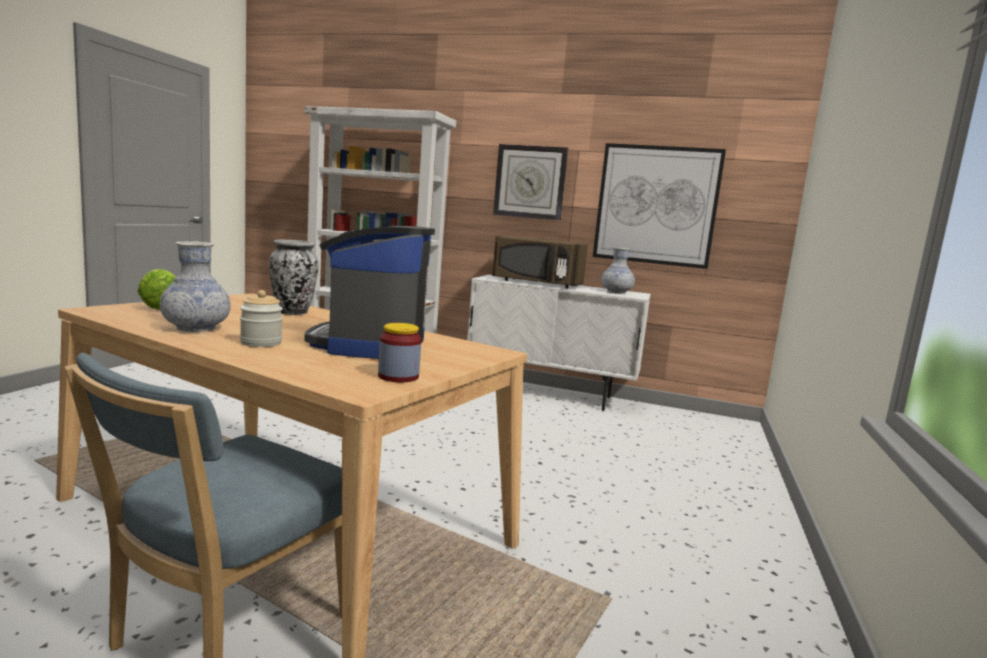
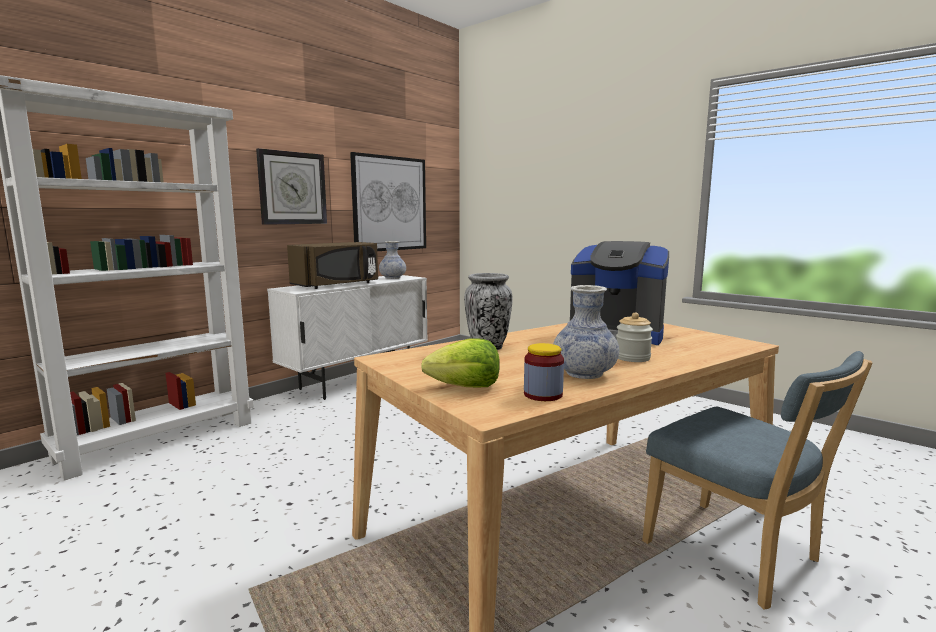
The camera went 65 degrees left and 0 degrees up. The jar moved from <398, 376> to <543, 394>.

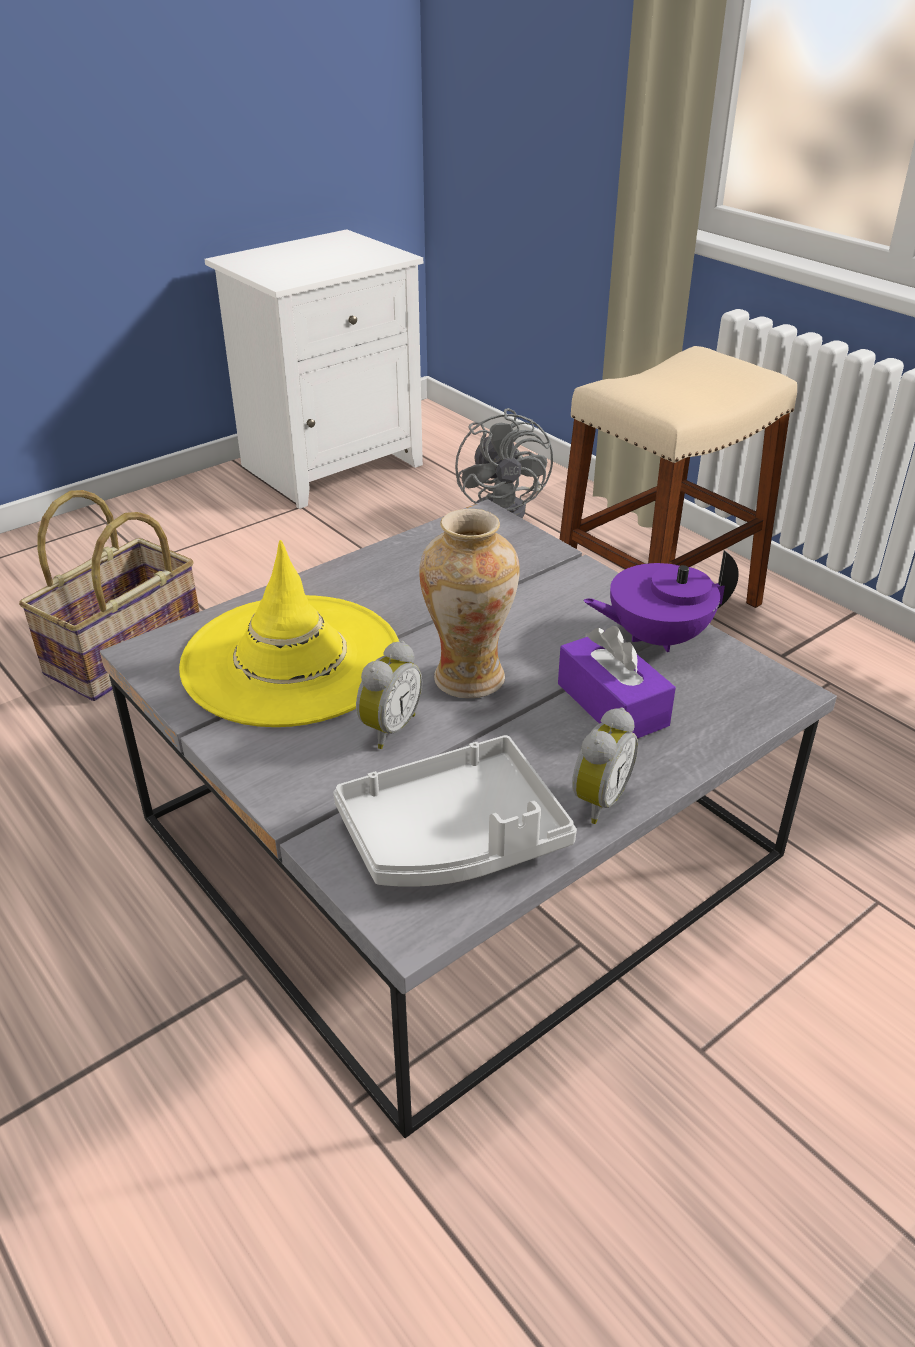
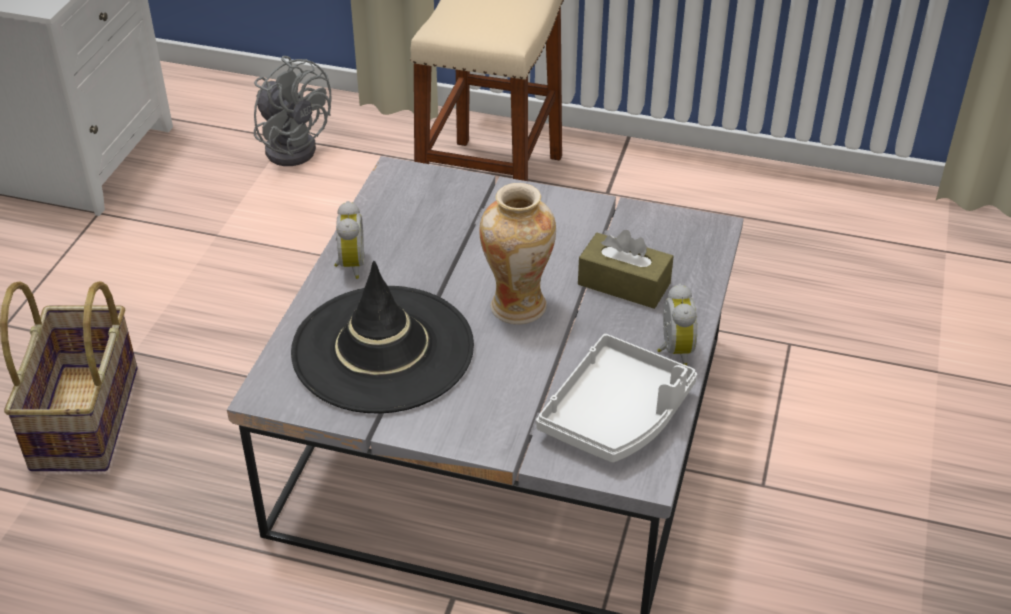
The camera went 35 degrees left and 5 degrees up. The purple teapot at <656, 637> disappeared. The alarm clock moved from <387, 728> to <349, 265>. The yellow hat at <291, 660> became the black hat at <382, 349>. The purple tissue box at <612, 704> became the brown tissue box at <624, 284>.

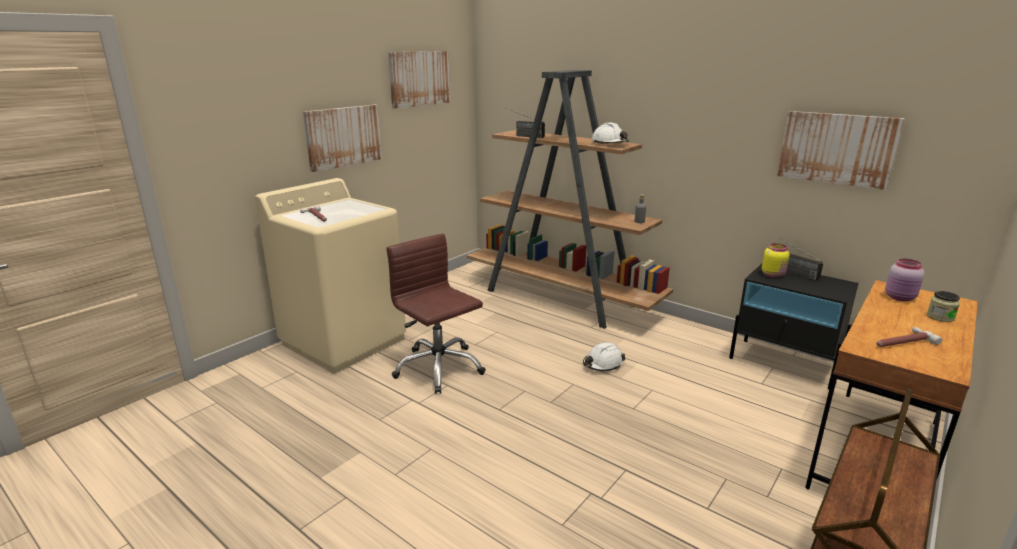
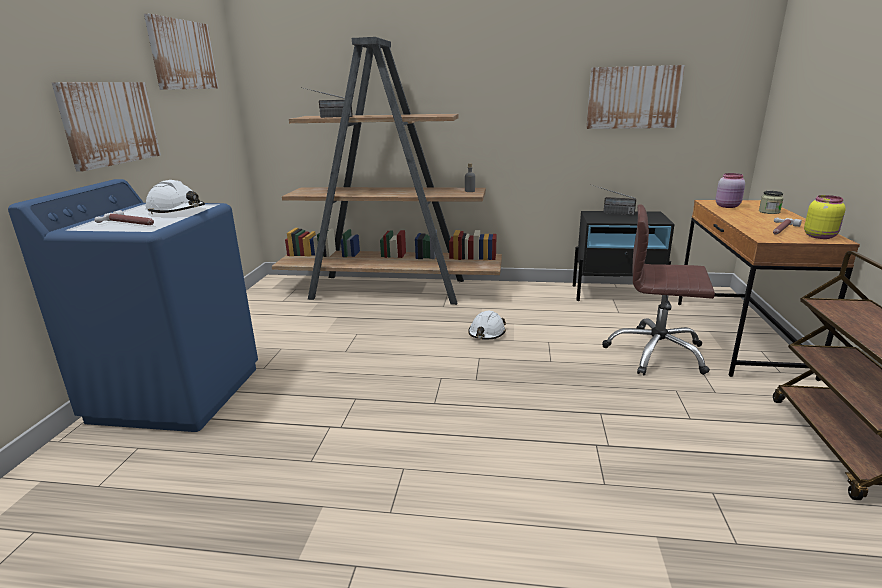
The camera went 30 degrees left and 0 degrees up. The brown office chair moved from <438, 368> to <656, 353>. The white hard hat moved from <609, 144> to <177, 211>. The yellow jar moved from <773, 275> to <820, 236>. The beige washing machine at <344, 341> became the blue washing machine at <177, 393>.

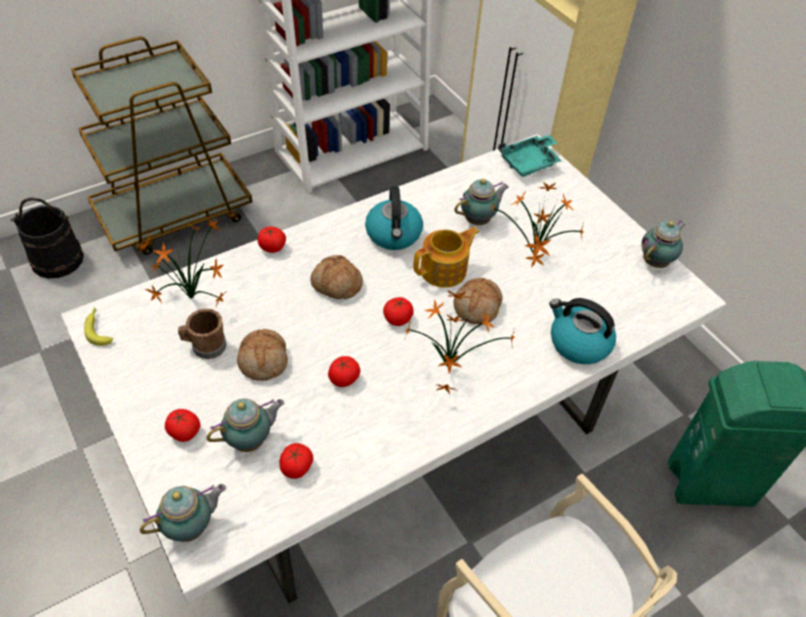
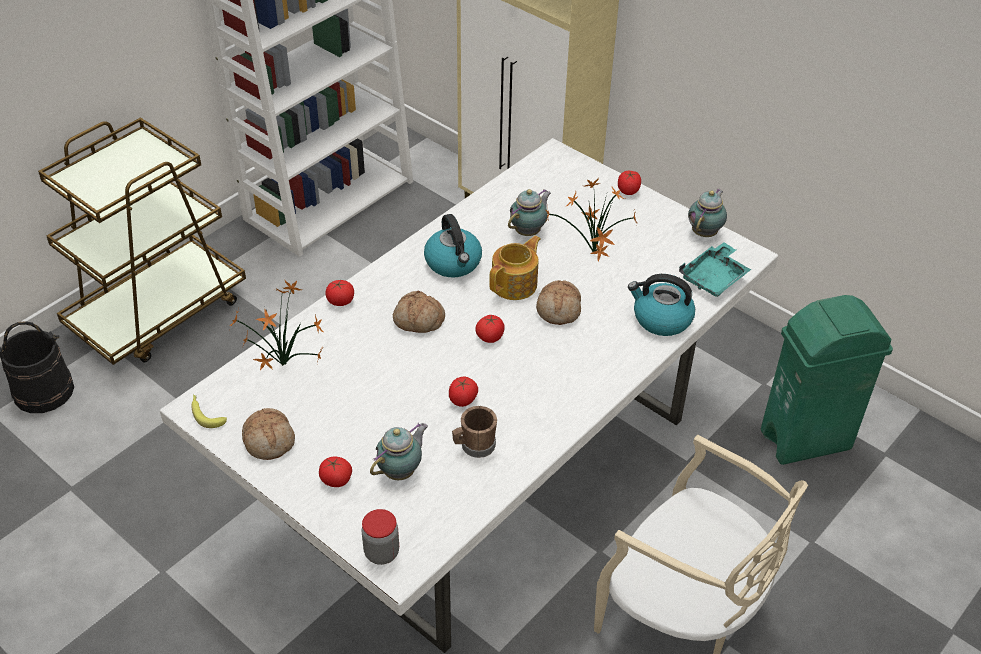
The camera went 15 degrees left and 5 degrees down. The potted plant at <449, 365> disappeared. The brown mug moved from <205, 346> to <474, 446>. The bread moved from <264, 360> to <269, 440>. The tomato moved from <296, 467> to <628, 190>. The turquoise tray moved from <529, 162> to <714, 278>. The teapot at <192, 527> was replaced by the jar at <381, 552>.

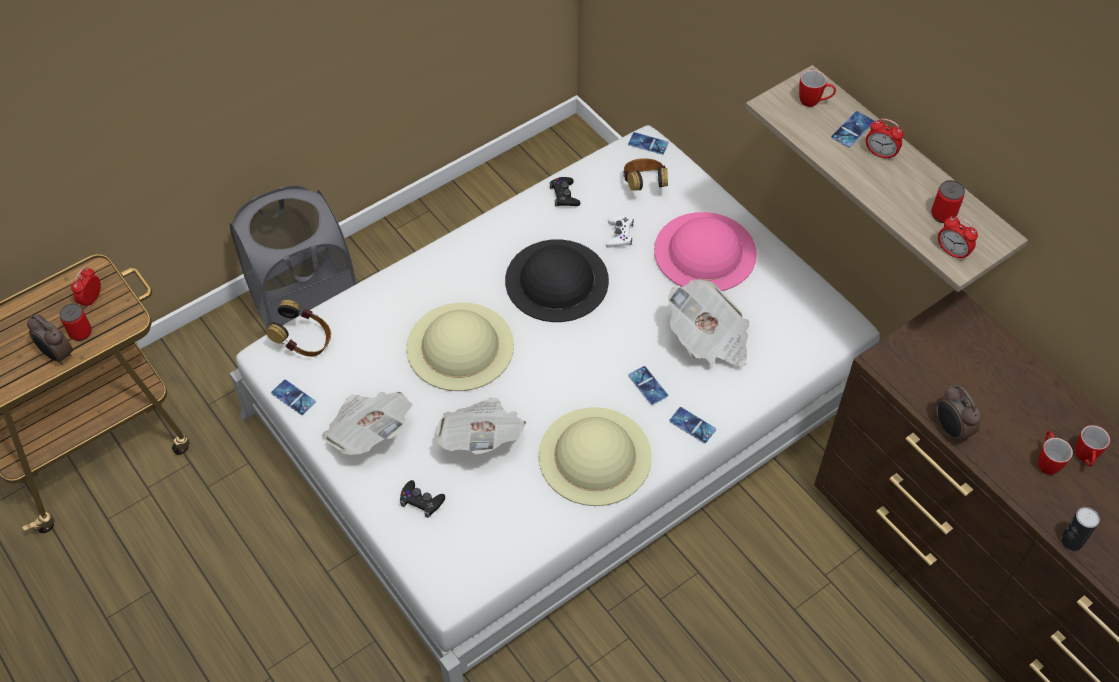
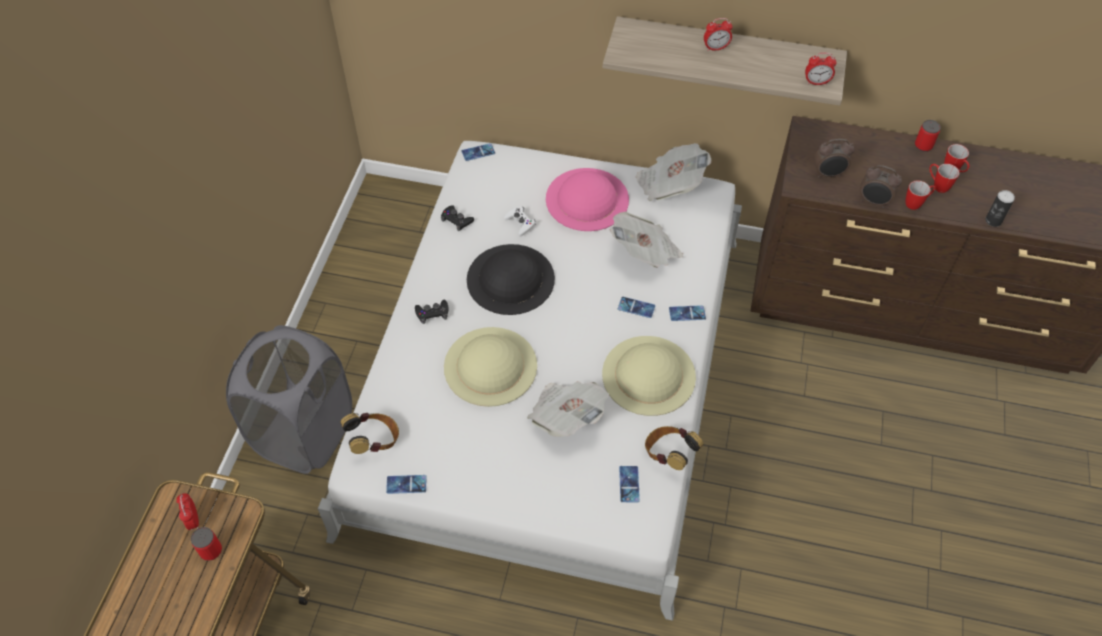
The camera went 40 degrees left and 0 degrees up. The alarm clock moved from <57, 355> to <828, 174>. The newspaper moved from <369, 432> to <670, 184>. The black game controller moved from <421, 501> to <432, 313>. The headphones moved from <644, 185> to <669, 454>. The mug moved from <814, 102> to <916, 203>. The phone moved from <852, 129> to <629, 484>. The can moved from <943, 214> to <923, 146>.

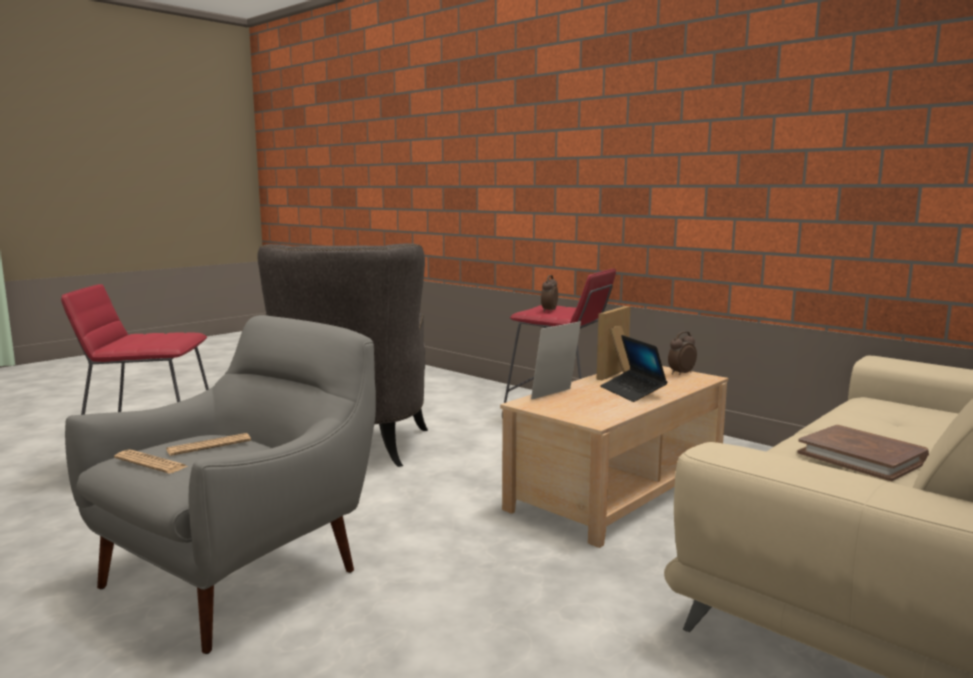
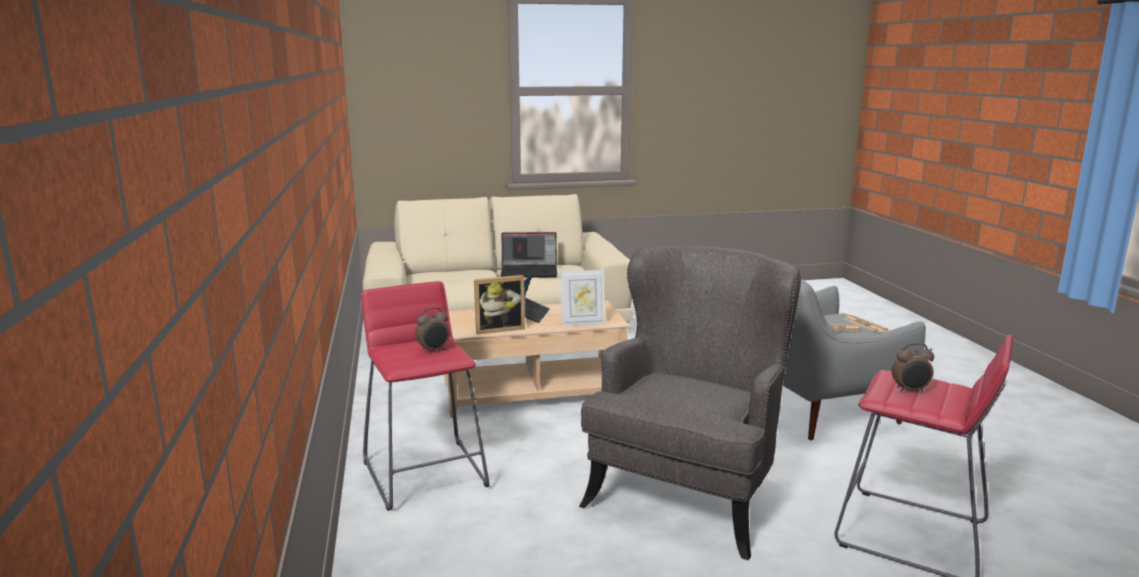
The camera went 145 degrees left and 5 degrees up. The alarm clock moved from <680, 373> to <910, 391>. The brown book at <862, 457> was replaced by the laptop at <530, 272>.

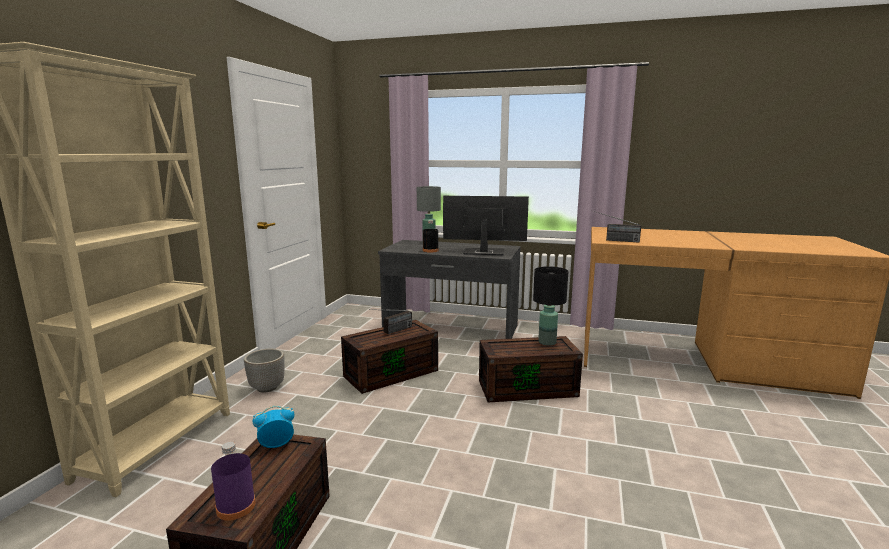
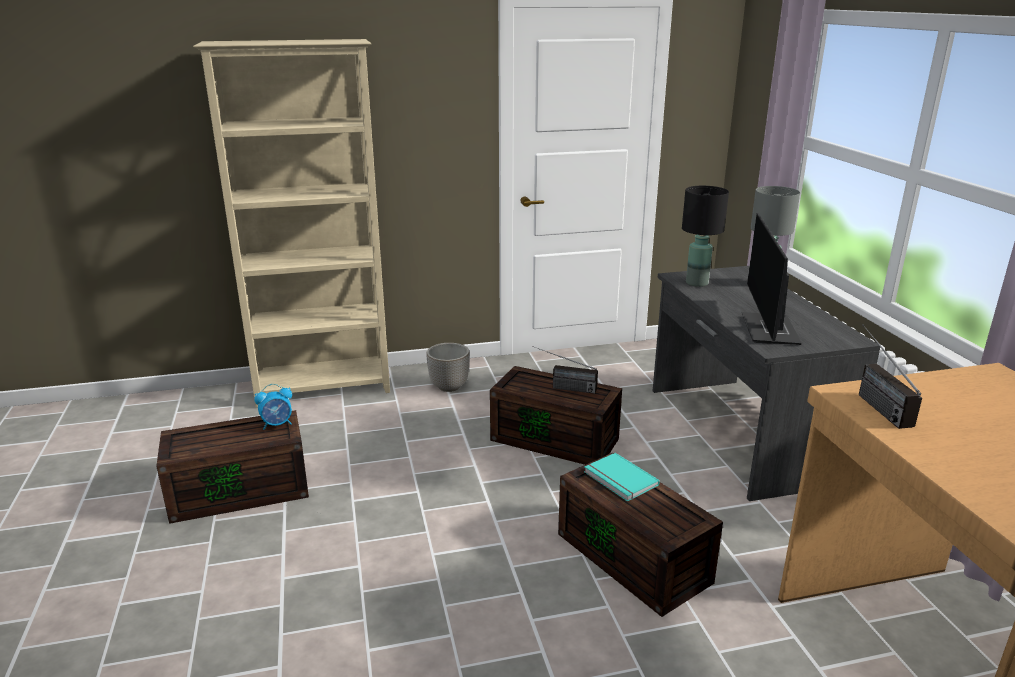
The camera went 60 degrees right and 10 degrees up. The purple bottle at <236, 507> disappeared. The black bottle at <430, 250> disappeared. The turquoise book at <619, 479> appeared. The black table lamp moved from <547, 342> to <697, 283>. The alarm clock at <276, 445> turned 120 degrees clockwise. The monitor at <483, 252> turned 150 degrees counterclockwise.

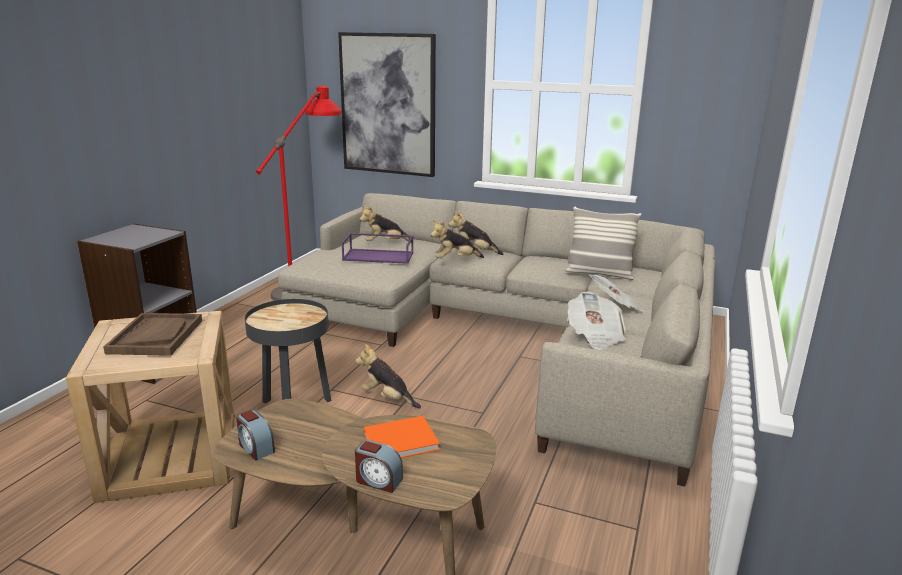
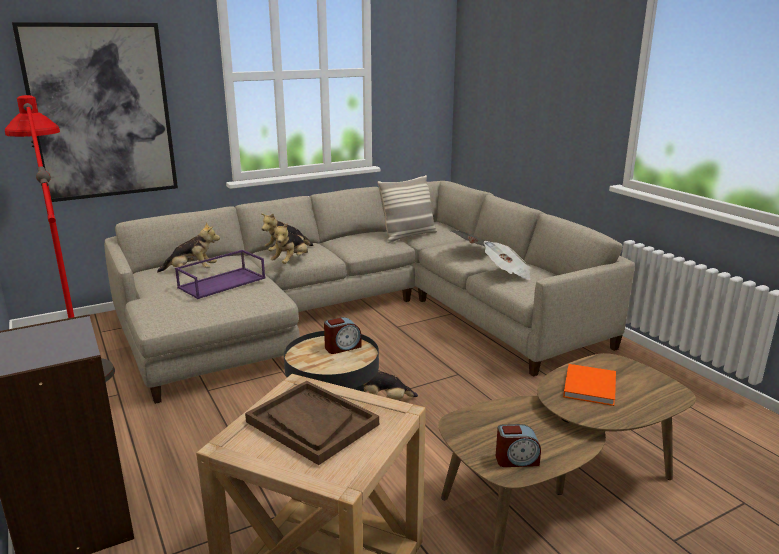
The camera went 50 degrees left and 0 degrees up. The alarm clock moved from <378, 480> to <342, 347>. The plush toy at <385, 243> turned 120 degrees counterclockwise.

